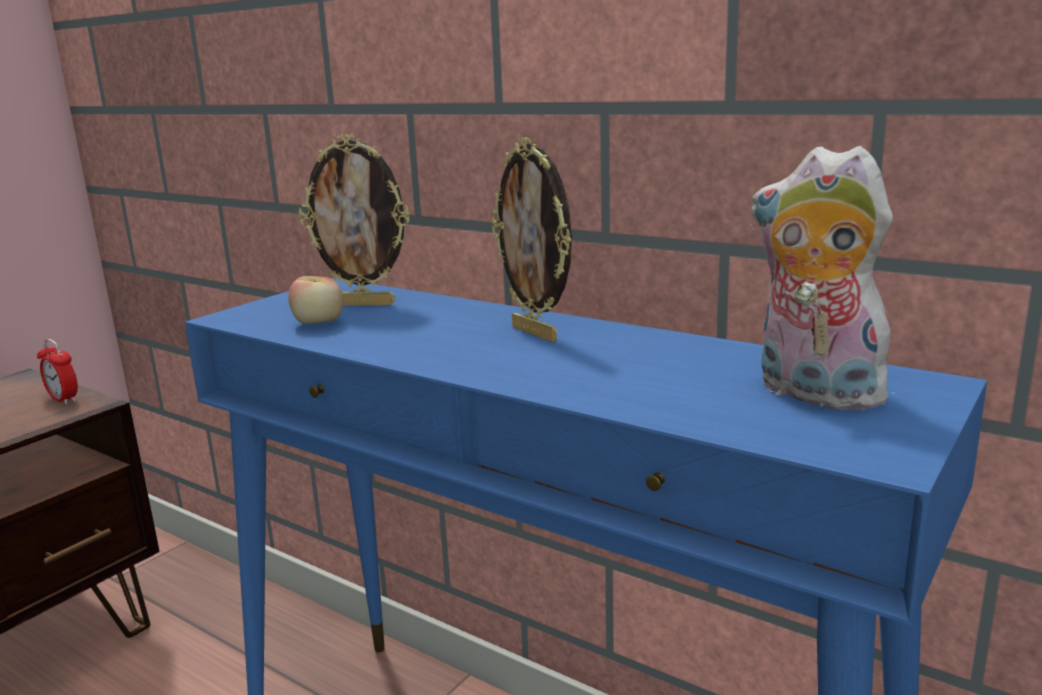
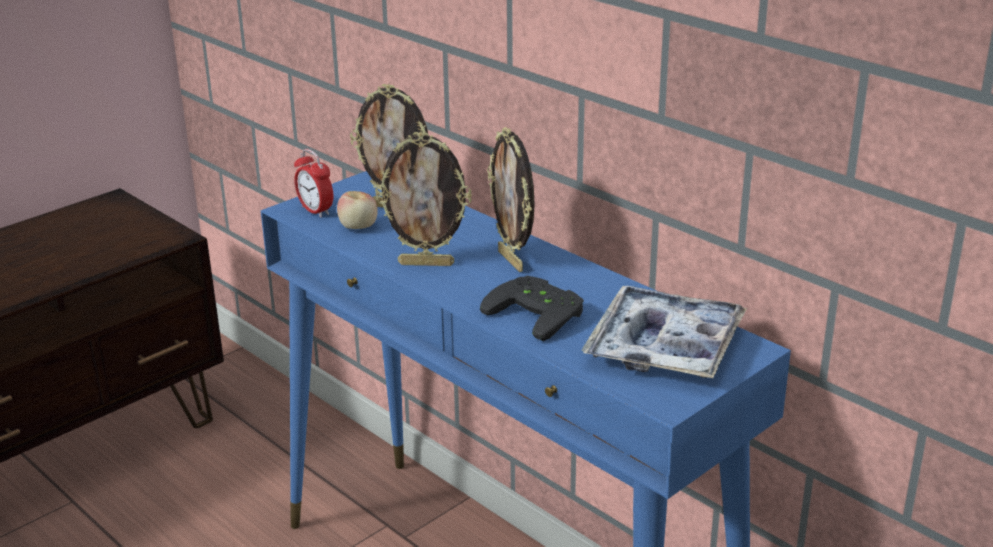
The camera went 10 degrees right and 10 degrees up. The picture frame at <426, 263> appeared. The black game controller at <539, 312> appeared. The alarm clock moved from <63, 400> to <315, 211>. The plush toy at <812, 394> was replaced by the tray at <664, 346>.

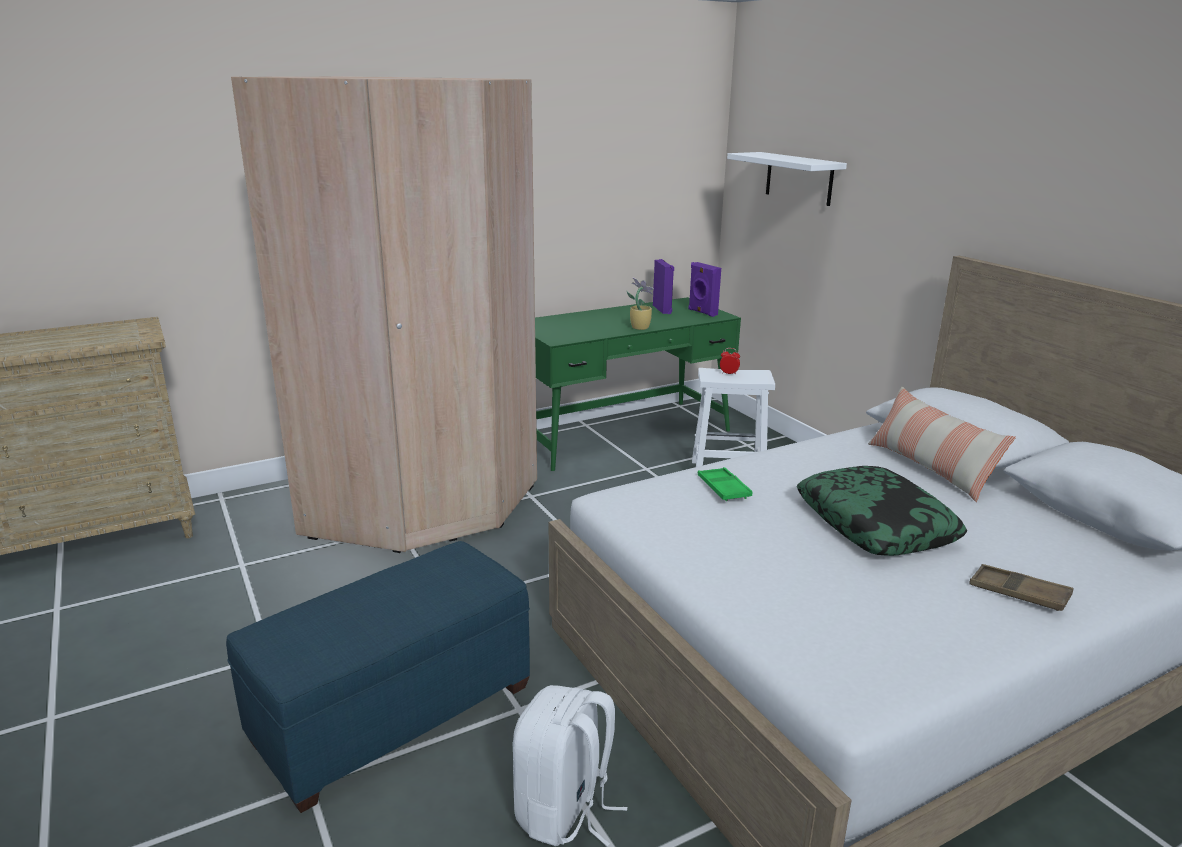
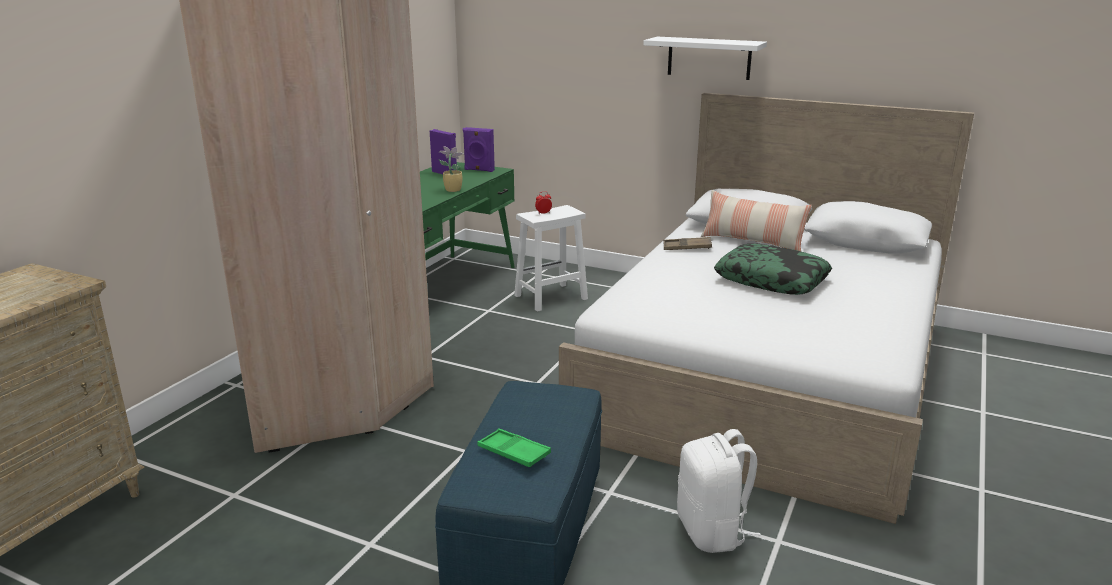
The camera went 35 degrees left and 0 degrees up. The green tray moved from <723, 488> to <513, 452>. The white shelf moved from <799, 178> to <709, 58>. The brown tray moved from <1018, 593> to <687, 247>.

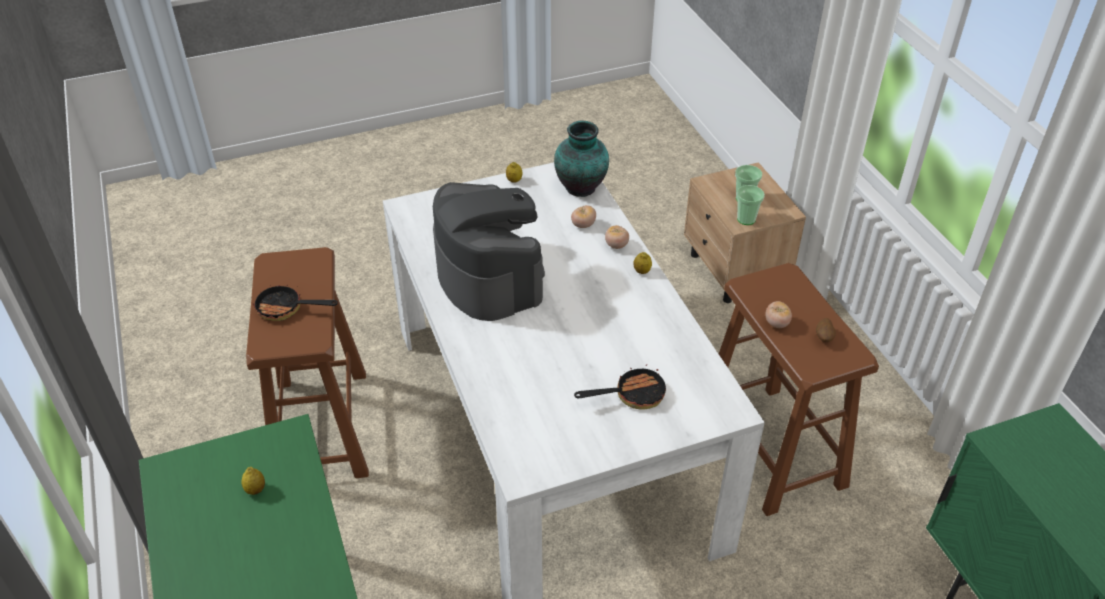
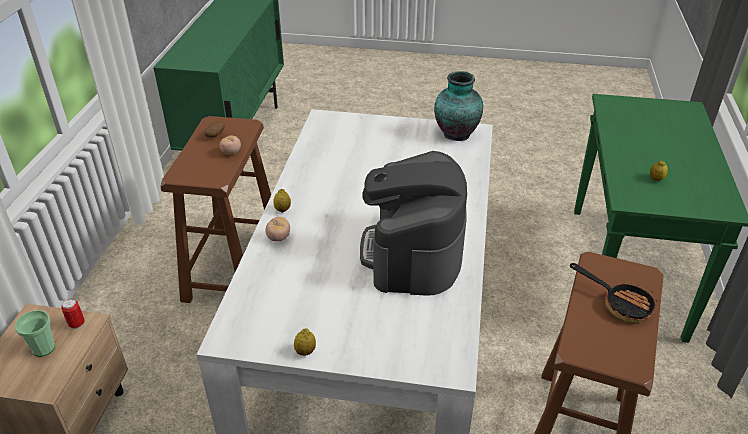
The camera went 150 degrees left and 5 degrees down. The tomato at <583, 225> disappeared. The frying pan at <632, 395> disappeared. The vase moved from <581, 188> to <456, 133>. The cup at <746, 219> was replaced by the can at <77, 324>.

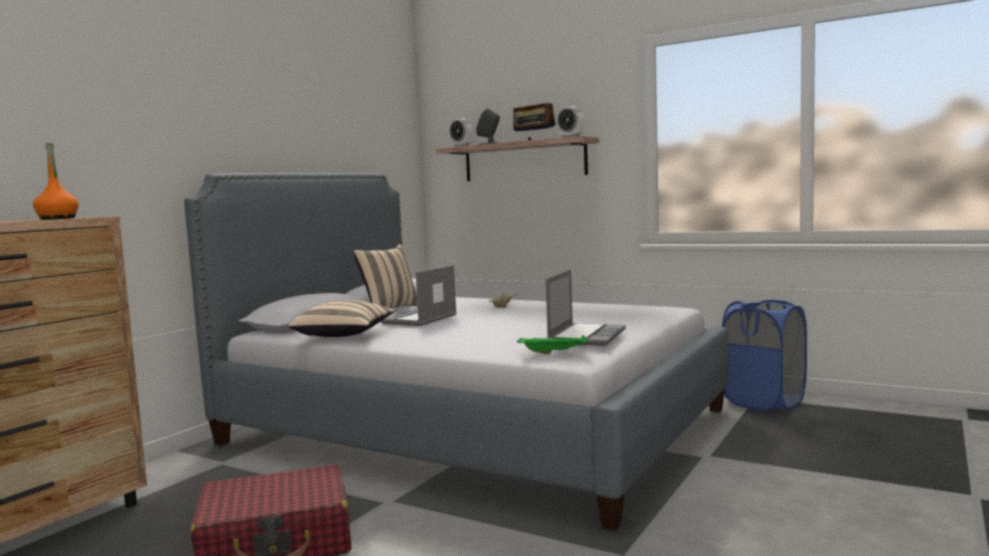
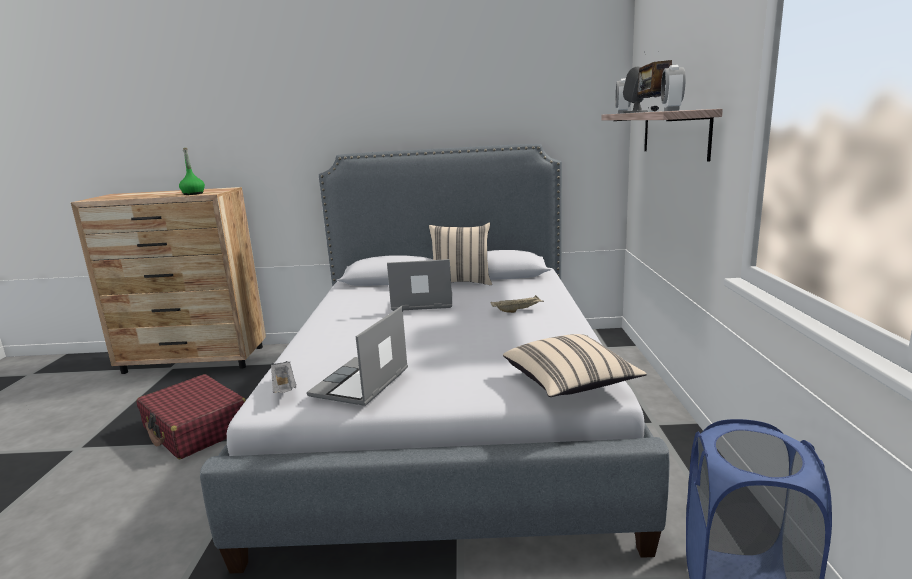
The camera went 60 degrees right and 10 degrees up. The beige pillow moved from <345, 335> to <570, 384>. The orange bottle at <58, 218> became the green bottle at <193, 194>. The green tray at <554, 353> became the grey tray at <284, 388>. The laptop at <586, 336> turned 120 degrees clockwise.

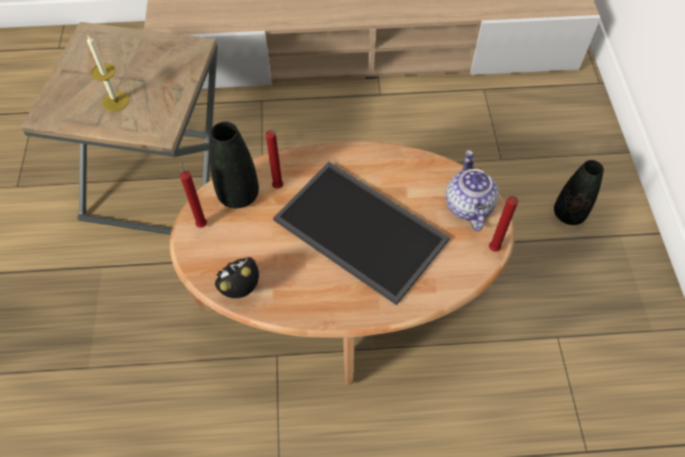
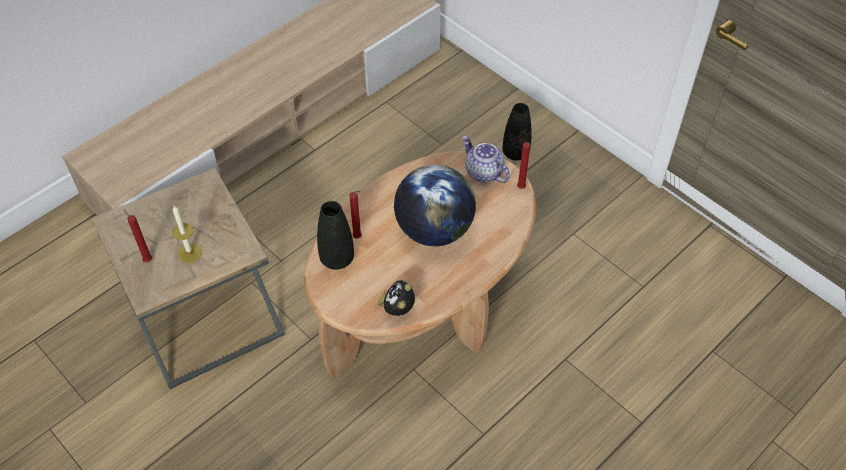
The camera went 40 degrees left and 5 degrees down. The red candle moved from <202, 223> to <147, 259>. The tray at <357, 231> was replaced by the globe at <434, 230>.

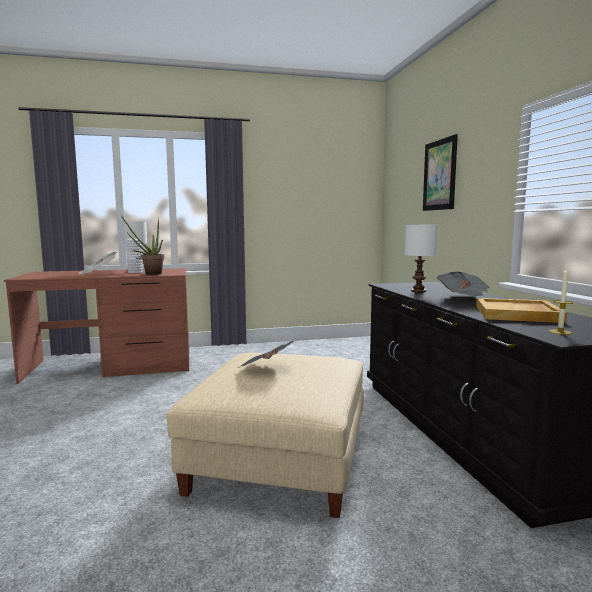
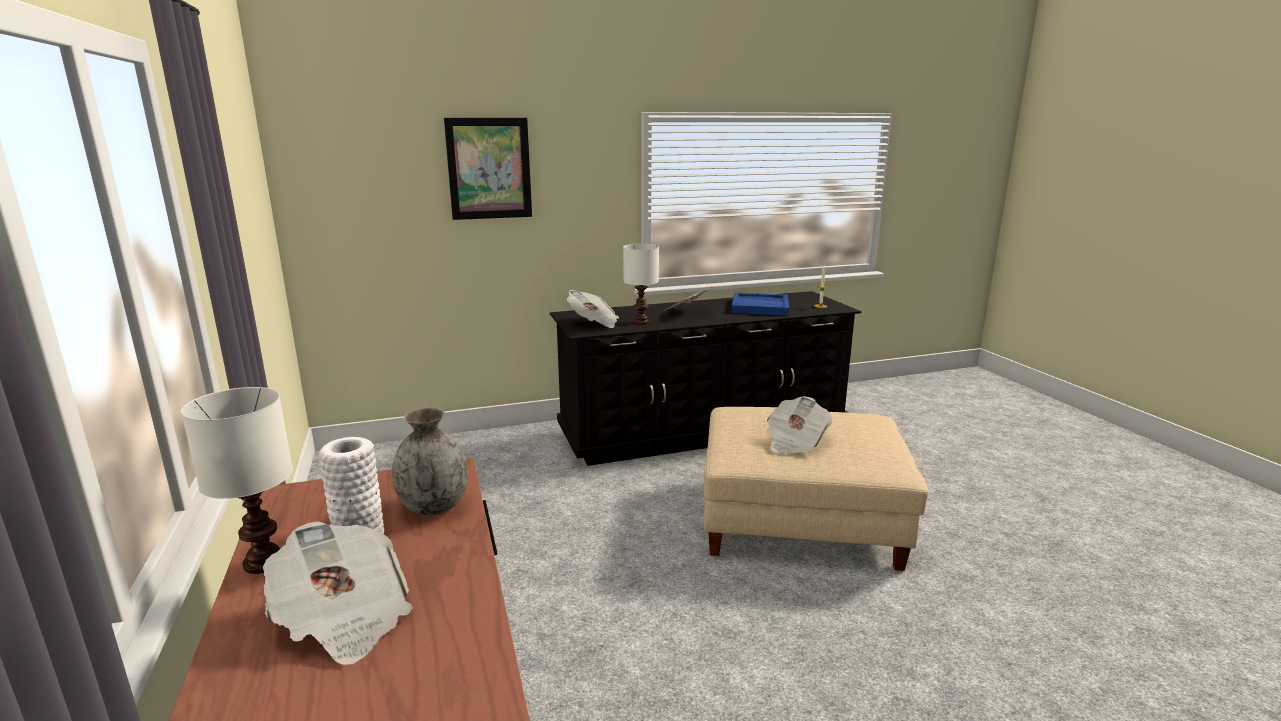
The camera went 95 degrees left and 10 degrees up. The newspaper at <594, 322> appeared. The potted plant at <149, 274> was replaced by the grey vase at <433, 506>. The beige tray at <518, 314> became the blue tray at <760, 307>.

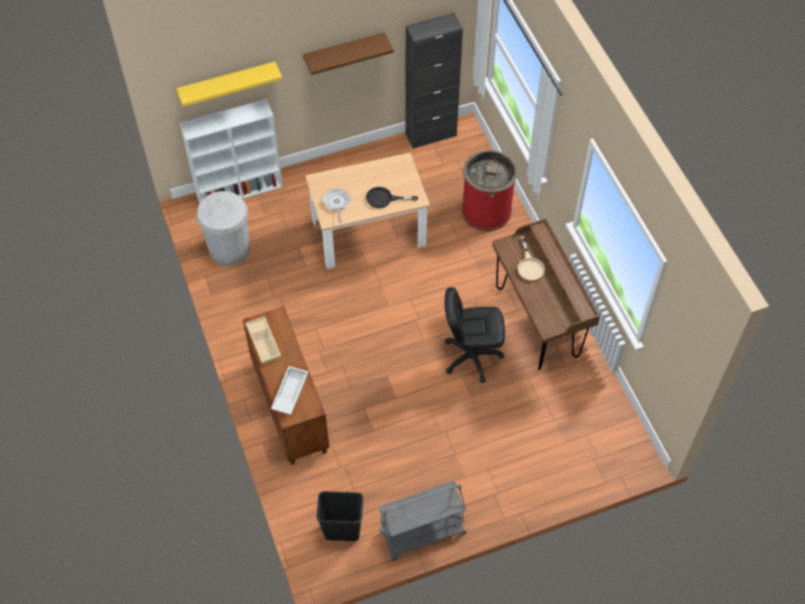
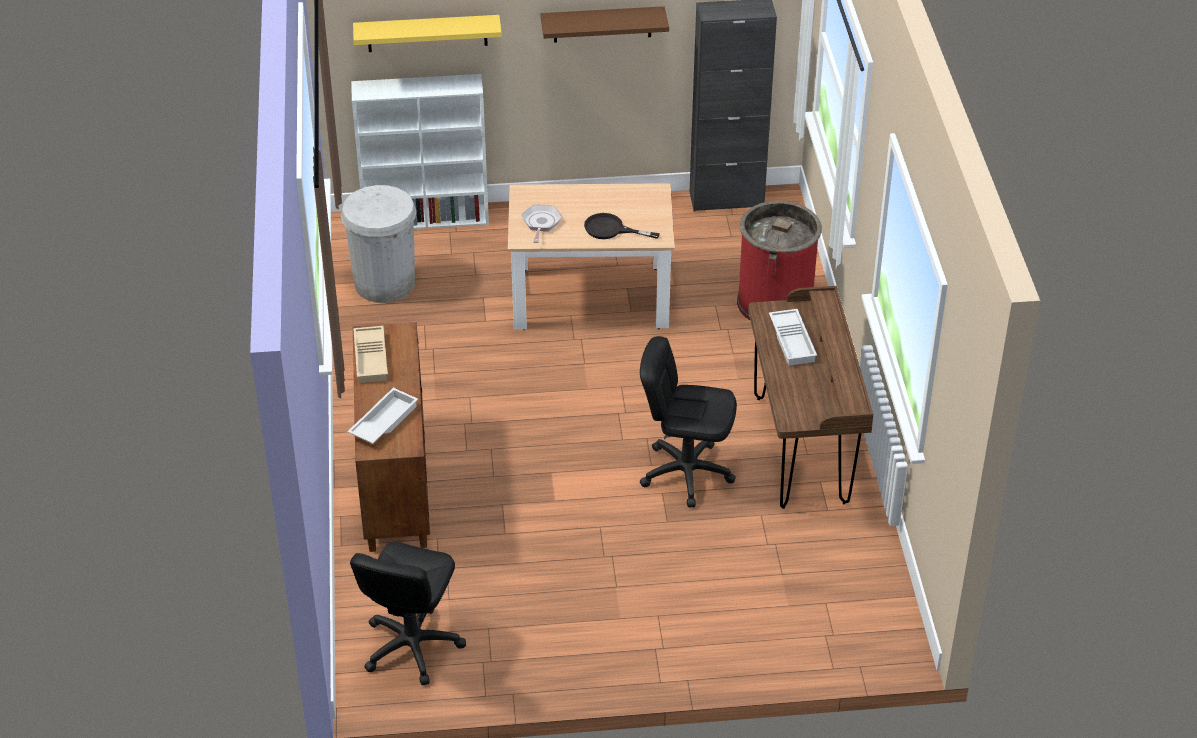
The camera went 15 degrees right and 15 degrees down. The grey cart at <422, 534> disappeared. The black trash can at <342, 530> was replaced by the black office chair at <411, 646>. The beige frying pan at <529, 265> was replaced by the white tray at <793, 341>.

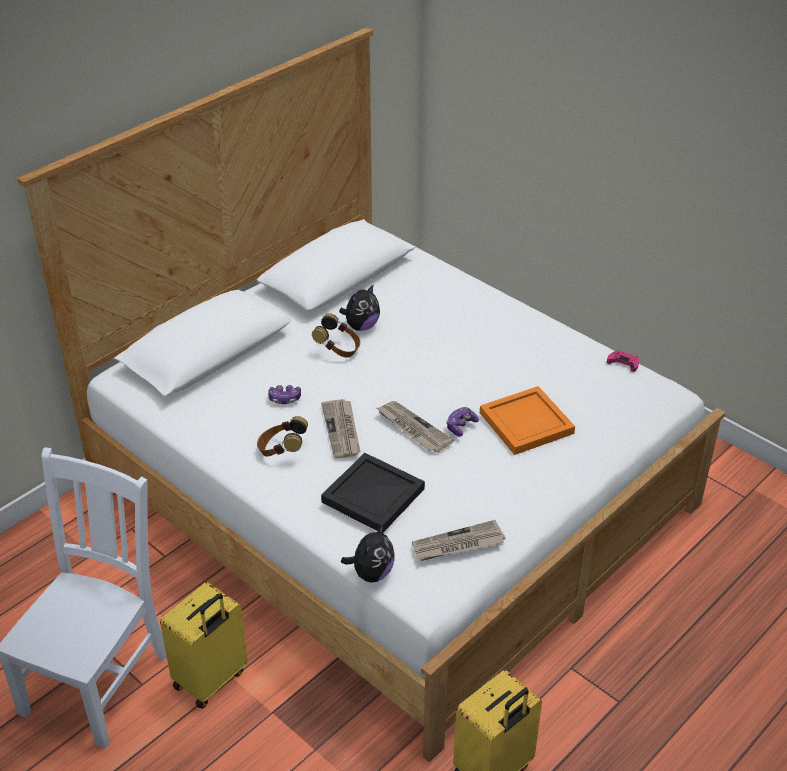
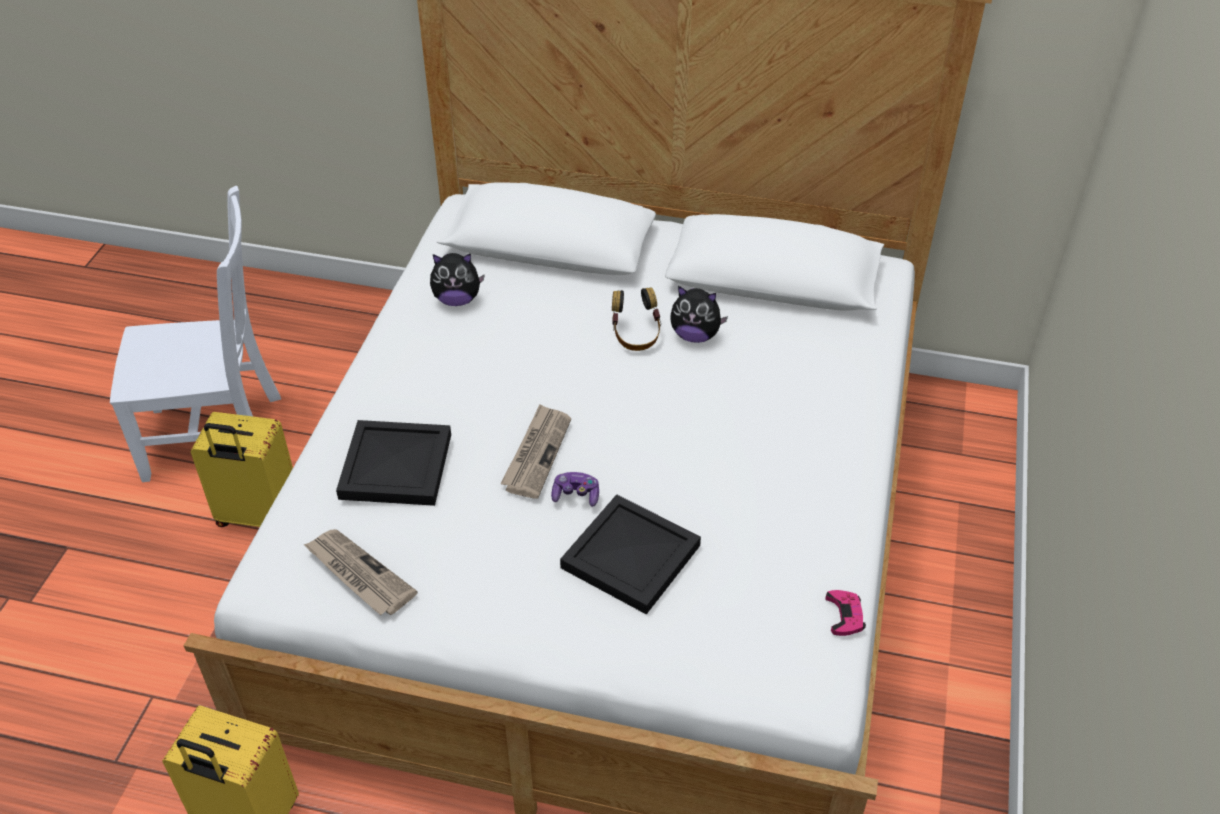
The camera went 60 degrees right and 5 degrees up. The headphones at <282, 451> disappeared. The game controller at <284, 399> disappeared. The newspaper at <342, 430> disappeared. The plush toy moved from <371, 573> to <457, 299>. The orange tray at <524, 423> became the black tray at <630, 555>.

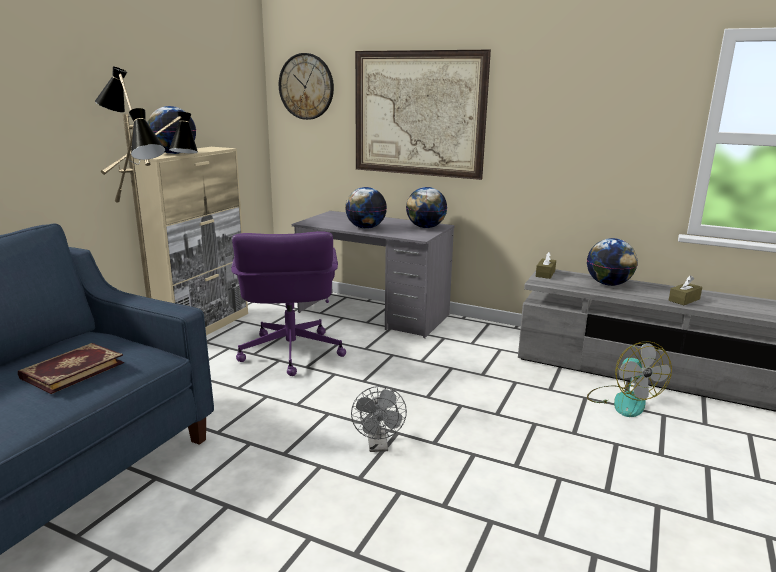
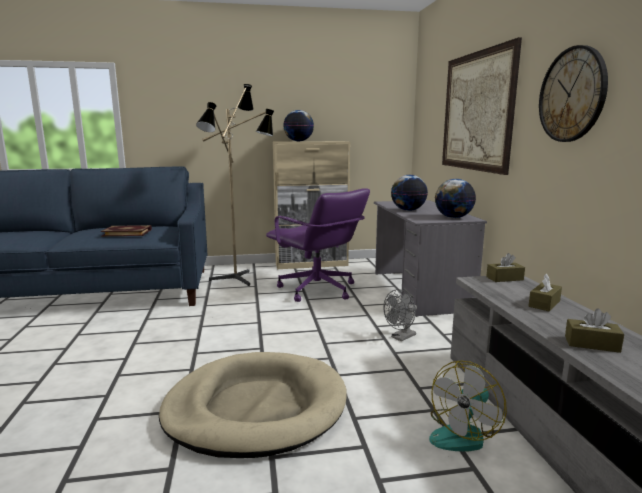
The camera went 55 degrees right and 5 degrees down. The beige dog bed at <255, 408> appeared. The wall clock moved from <306, 86> to <572, 95>. The grey fan moved from <378, 446> to <401, 337>. The globe at <608, 284> was replaced by the brown tissue box at <544, 304>. The purple office chair at <290, 353> turned 90 degrees counterclockwise.

